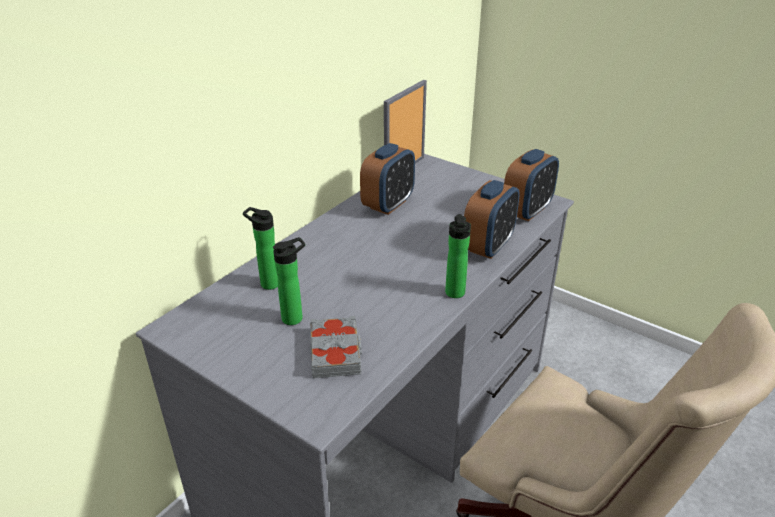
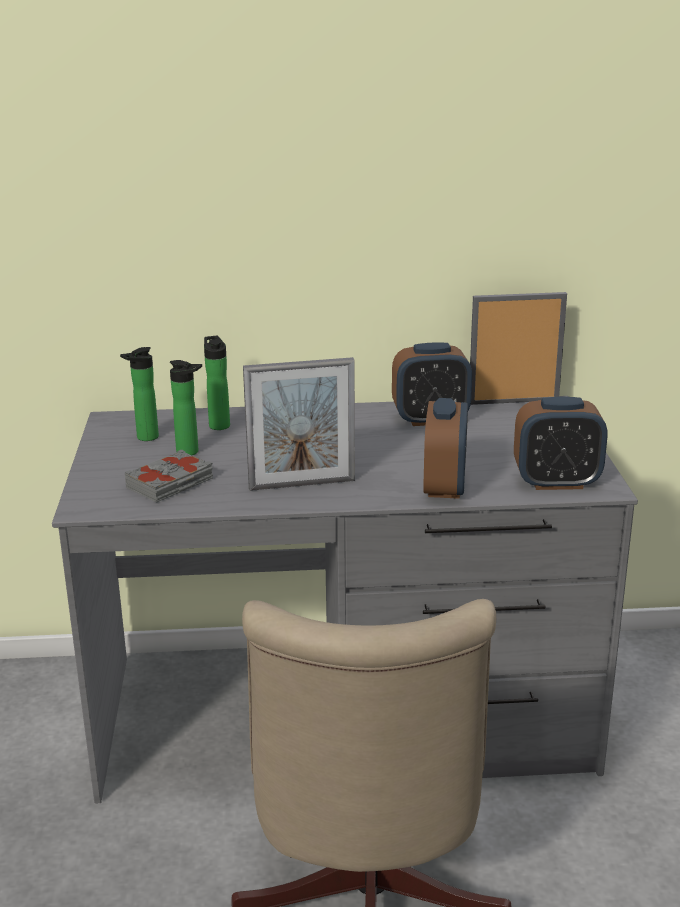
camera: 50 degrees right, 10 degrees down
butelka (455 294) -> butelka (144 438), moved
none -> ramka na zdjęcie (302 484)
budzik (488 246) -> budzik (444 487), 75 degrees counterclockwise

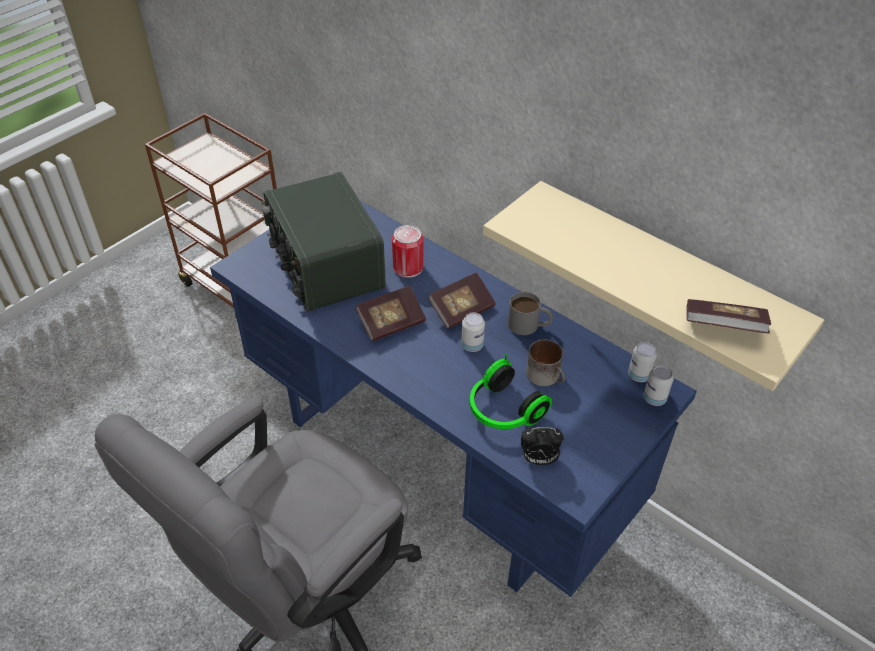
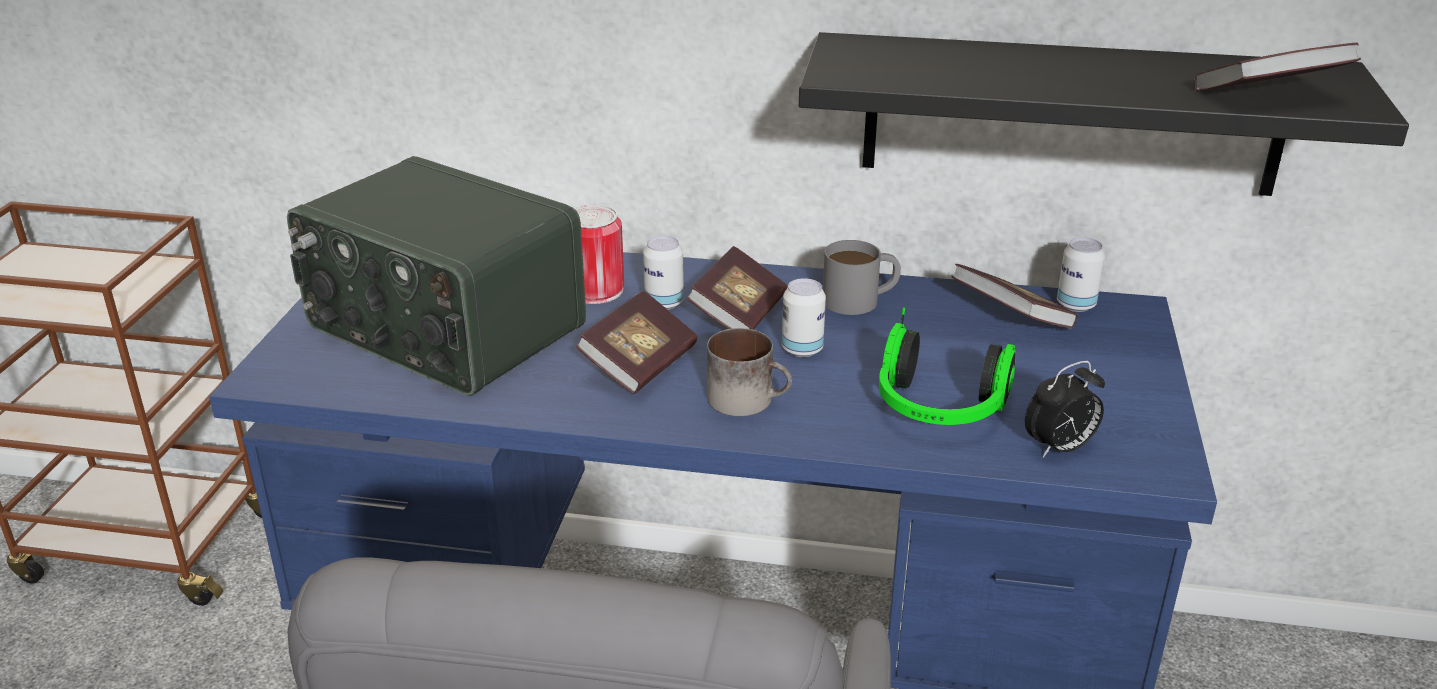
camera: 30 degrees left, 15 degrees down
puszka (654 398) -> puszka (664 303), moved
kubek (547 376) -> kubek (749 399), moved
półka [beżowy] (662 276) -> półka [czarny] (1071 114)
none -> książka (1010 318)

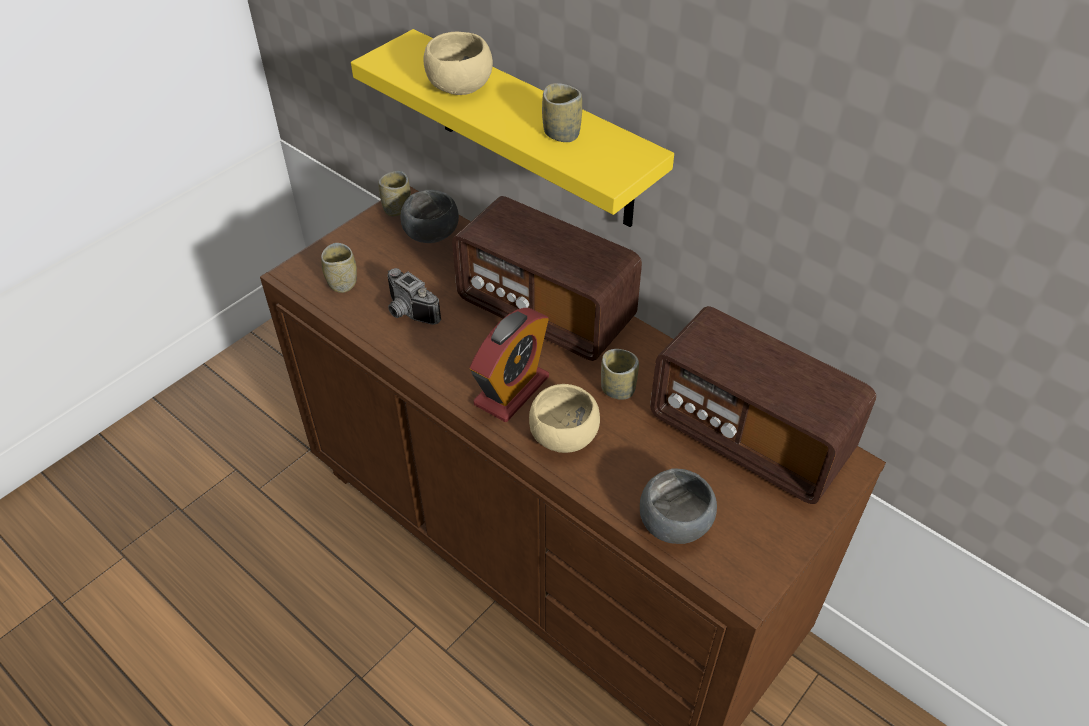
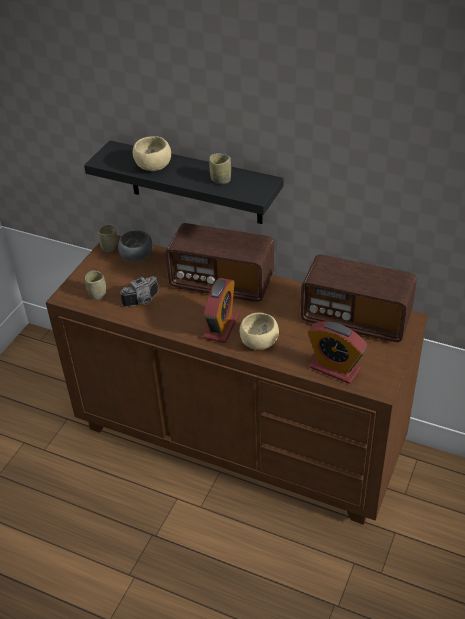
camera: 15 degrees left, 5 degrees down
półka [żółty] (534 131) -> półka [czarny] (195 183)
aparat fotograficzny (407 313) -> aparat fotograficzny (143 301), 60 degrees counterclockwise
miska [szary] (676 523) -> budzik (335 368)
filiżanka (618 389) -> none

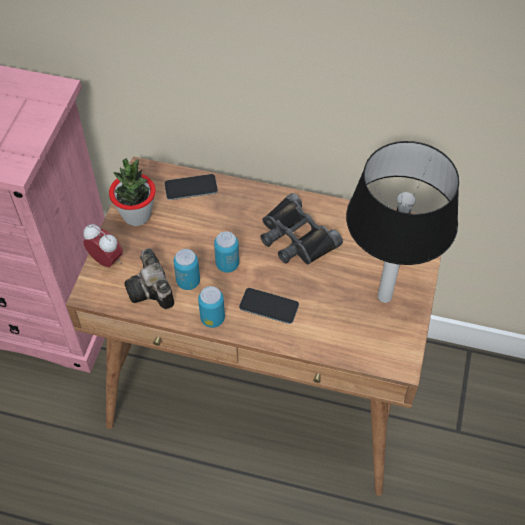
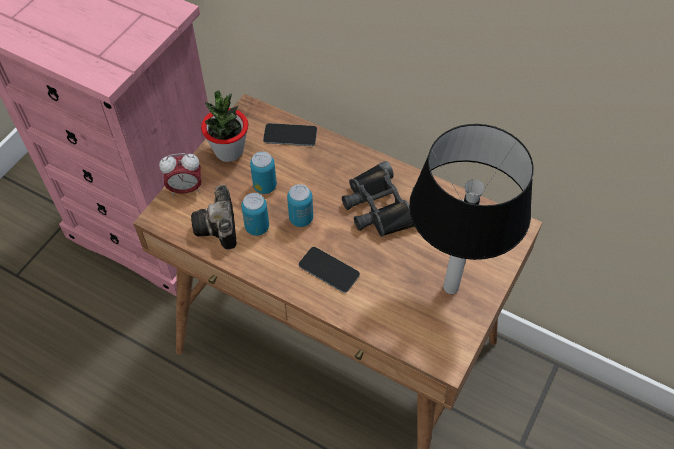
camera: 15 degrees right, 0 degrees up
budzik (106 260) -> budzik (185 189), 120 degrees clockwise
puszka (212 318) -> puszka (265 186), moved

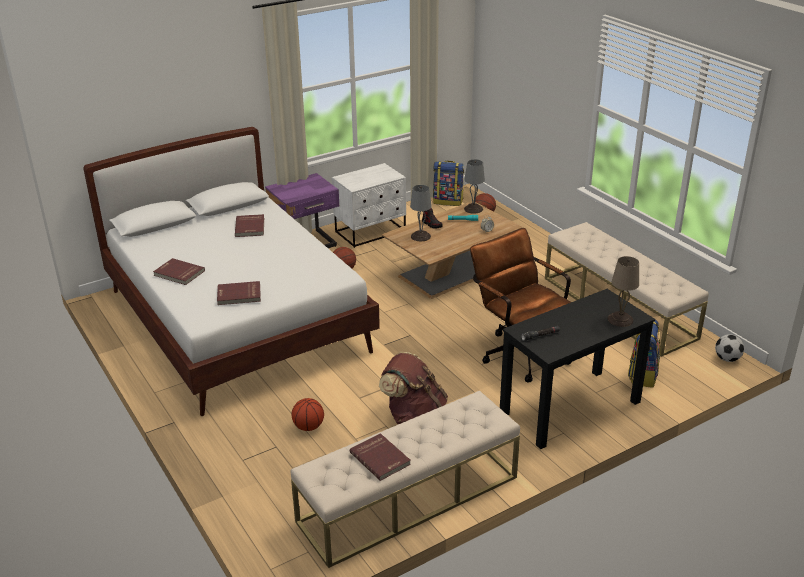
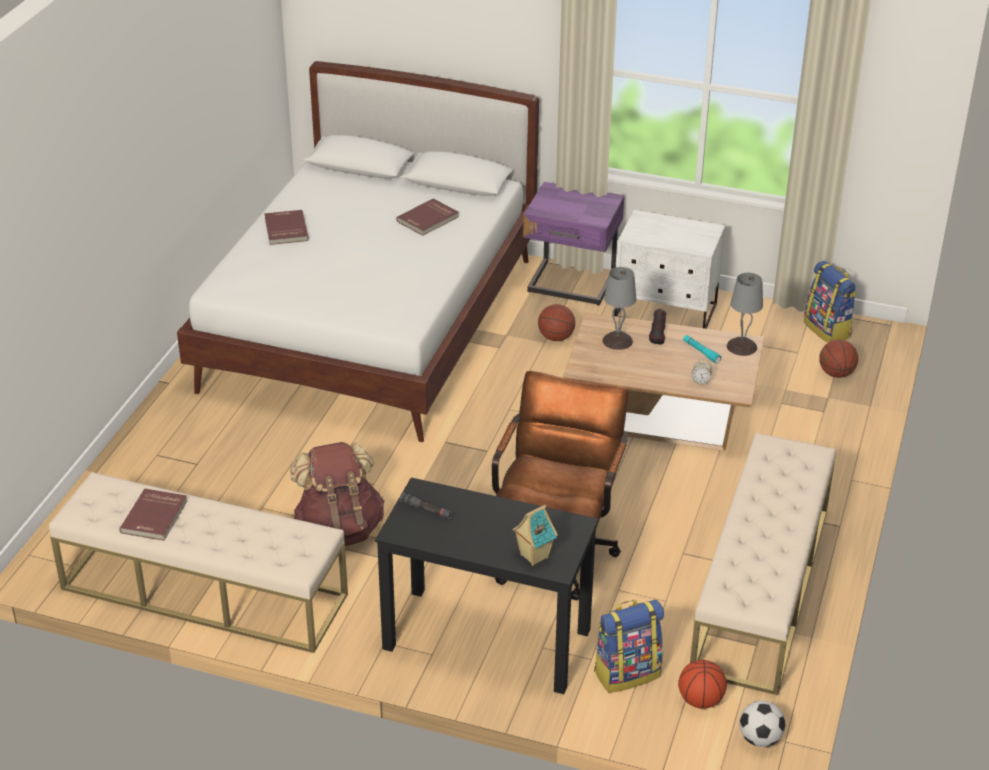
camera: 50 degrees right, 5 degrees up
lampa stołowa [beżowy] (620 320) -> domek (533 556)
piłka do koszykówki (309 427) -> piłka do koszykówki (700 701), moved
książka [czerwony] (239 295) -> none

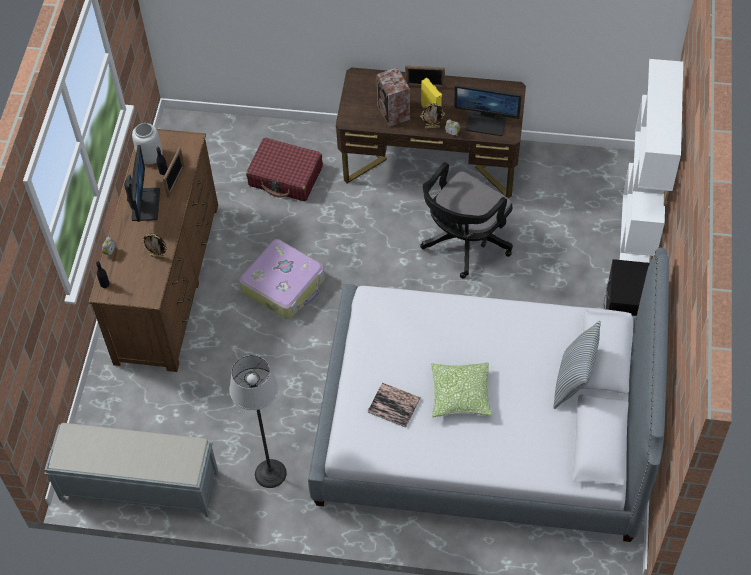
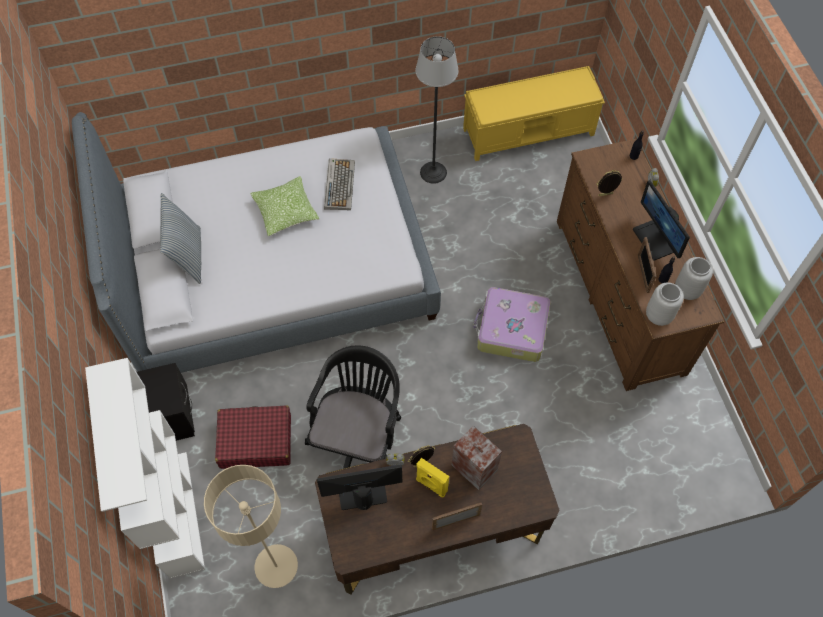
camera: 155 degrees right, 5 degrees up
none -> lampa stojąca [beżowy] (276 566)
walizka [czerwony] (286 176) -> walizka [czerwony] (255 441), moved
książka (394 405) -> klawiatura (339 184)
ławka [szary] (137 485) -> ławka [żółty] (529 131)
none -> wazon [szary] (659 315)

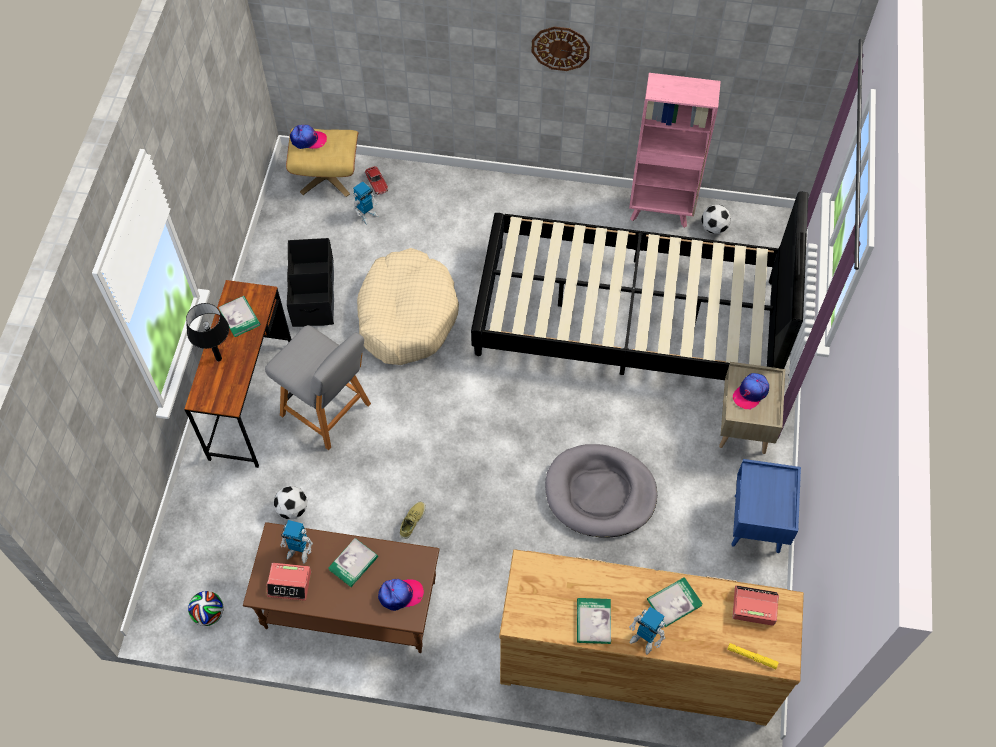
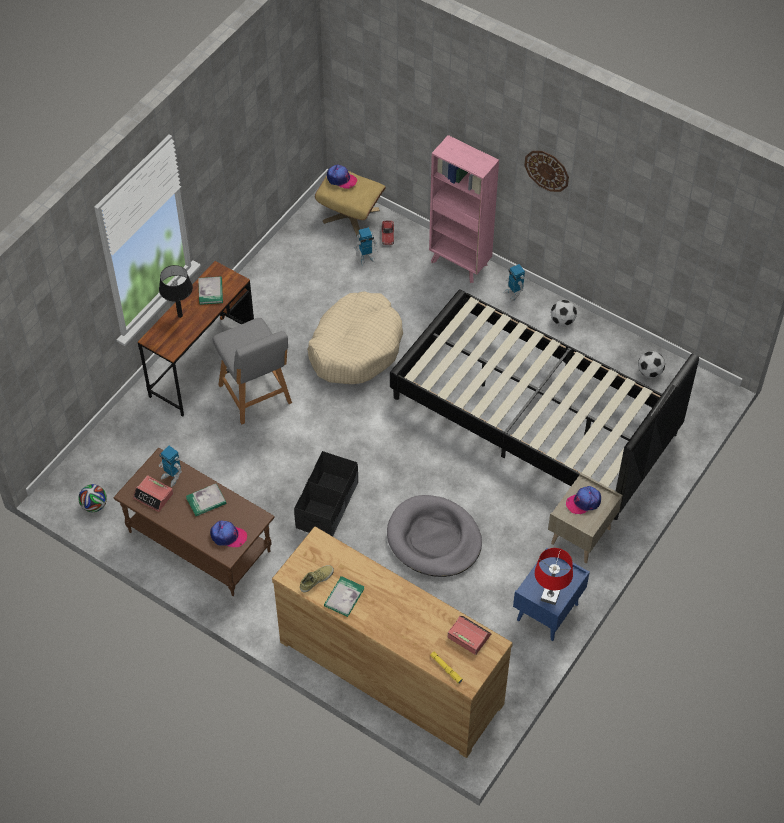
camera: 25 degrees right, 5 degrees down
pojemnik do przechowywania [czarny] (313 293) -> pojemnik do przechowywania [czarny] (327 505), moved
but [beżowy] (412 520) -> but [beżowy] (316 579), moved
regał [różowy] (661 211) -> regał [różowy] (460 263), moved
robot zabawkowy (644 639) -> robot zabawkowy (513 294), moved
none -> lampa stołowa [czerwony] (549 596)
piłka futbolowa (293 509) -> piłka futbolowa (562 321), moved
książka (674 602) -> none

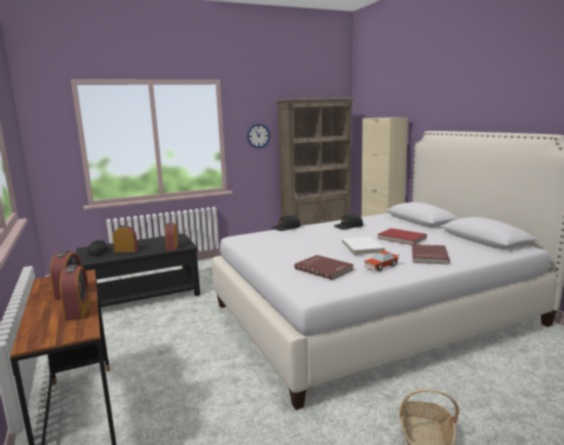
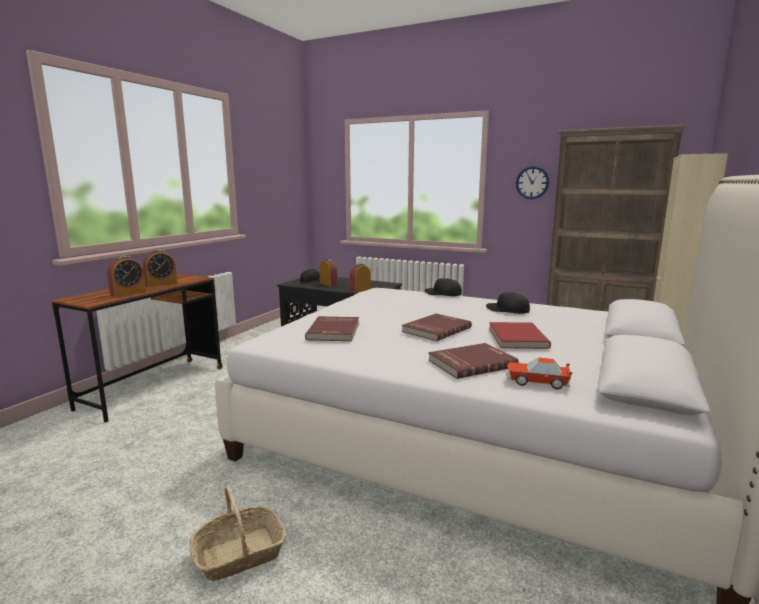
camera: 50 degrees right, 0 degrees up
książka [biały] (361 247) -> książka [czerwony] (435 329)
samochodzik (381 267) -> samochodzik (537 382), moved

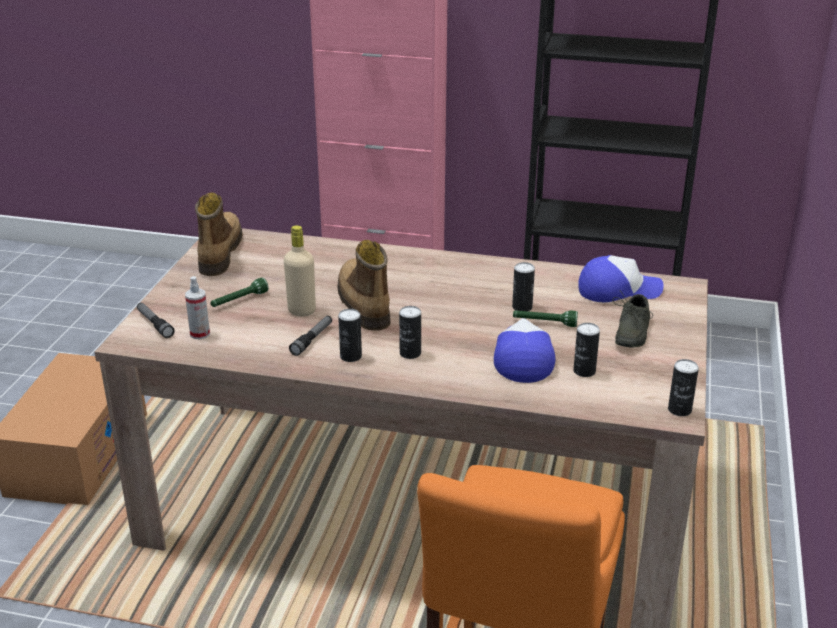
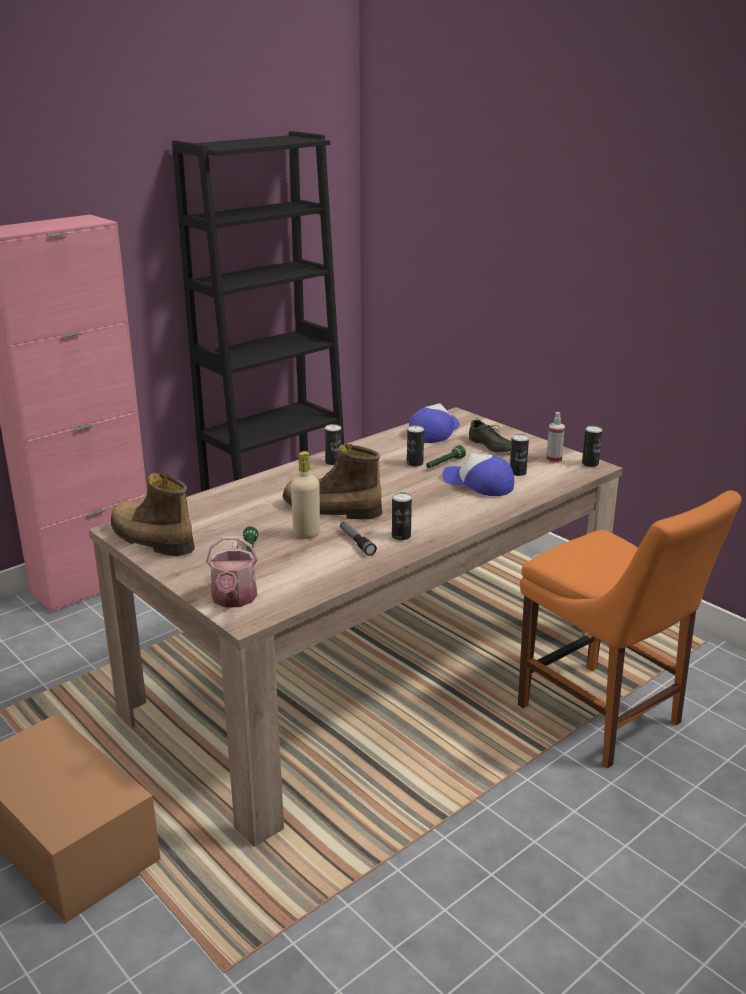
camera: 55 degrees left, 5 degrees down
latarka (155 324) -> konewka (233 599)
puszka (410 353) -> puszka (333 462), moved
spryskiwacz (200 334) -> spryskiwacz (554 460), moved

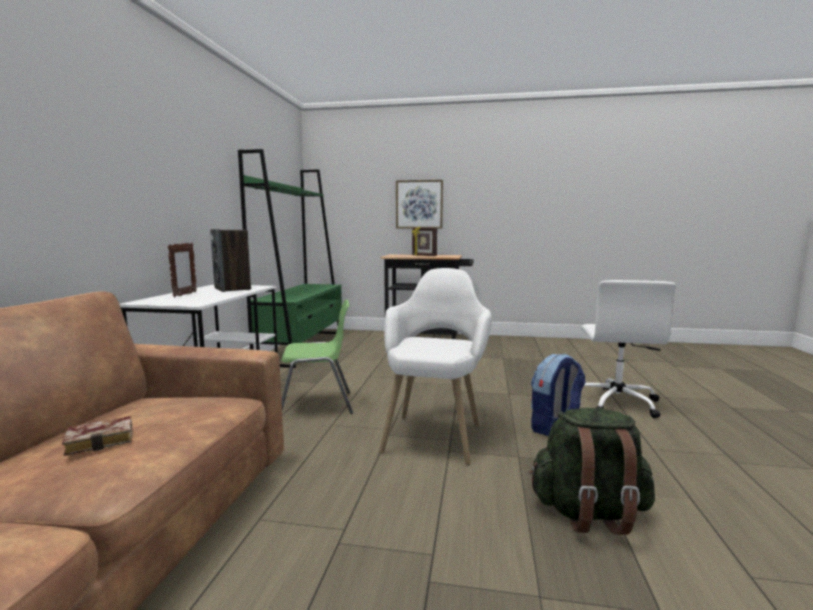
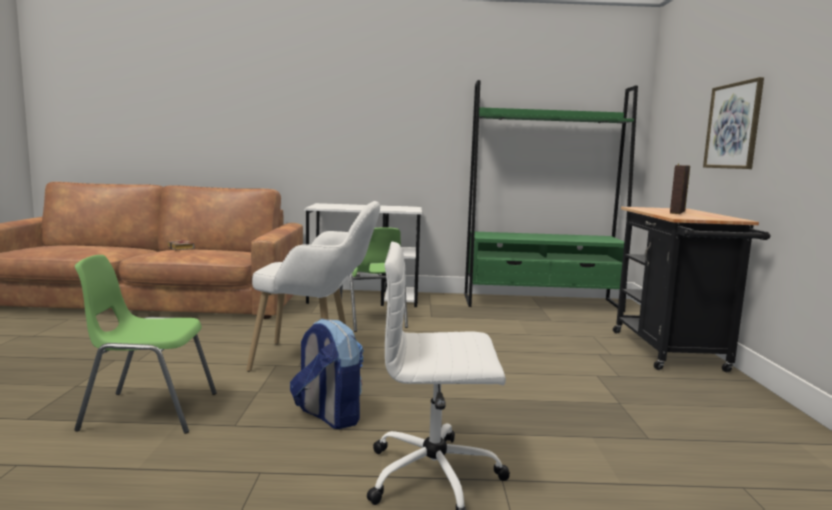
camera: 80 degrees right, 0 degrees up
plecak [zielony] (589 512) -> krzesło [zielony] (148 411)
ramka na zdjęcie (184 294) -> none
głośnik (233 289) -> none

